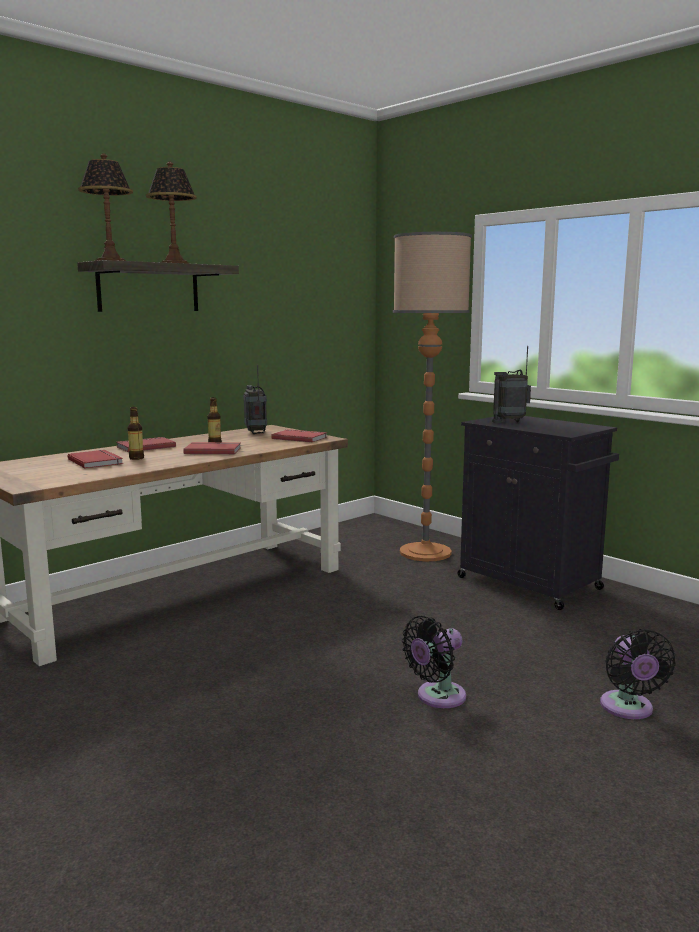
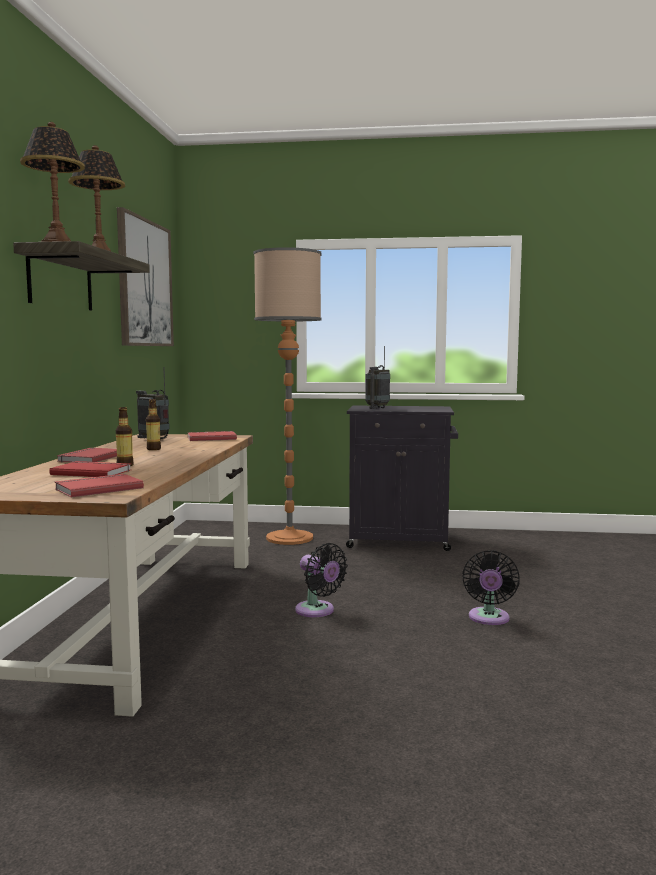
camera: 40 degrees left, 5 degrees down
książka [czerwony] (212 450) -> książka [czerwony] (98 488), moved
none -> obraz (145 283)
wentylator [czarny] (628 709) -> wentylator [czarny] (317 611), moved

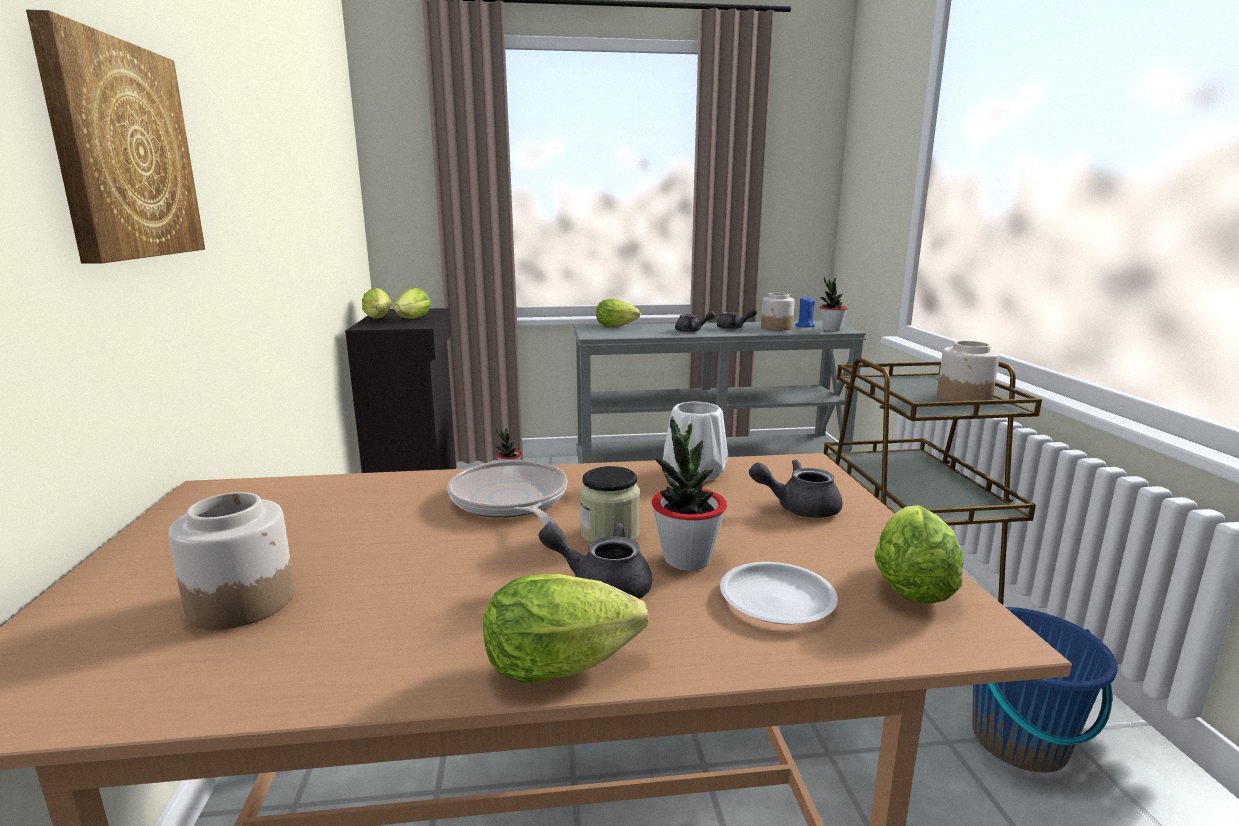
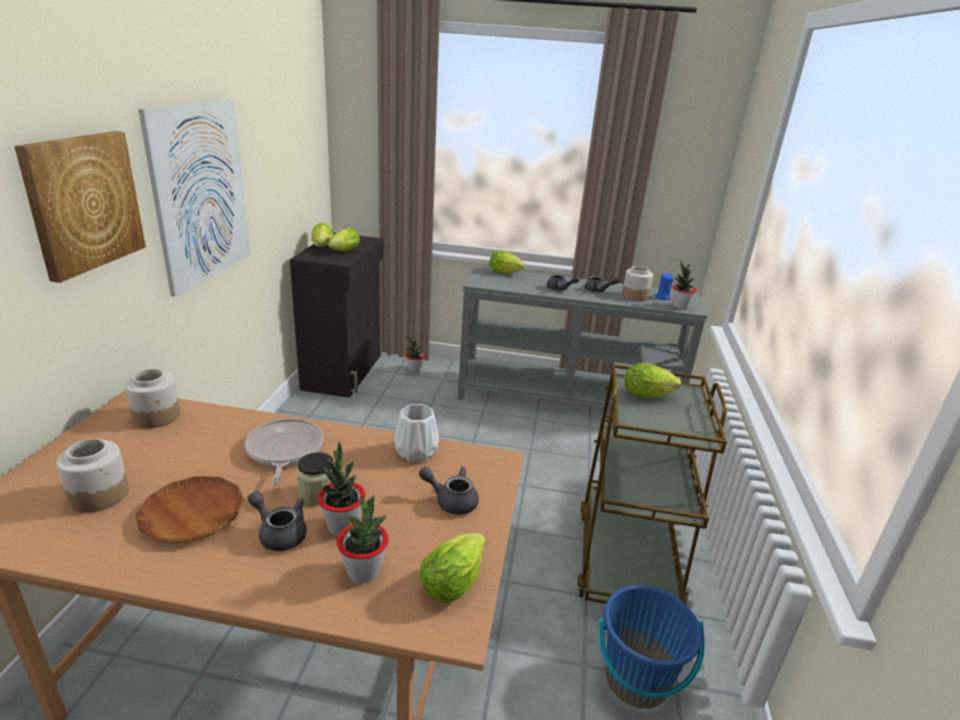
camera: 15 degrees right, 10 degrees up
słoik (964 397) -> słoik (157 416), moved
none -> talerz [brązowy] (192 514)
none -> obraz (201 193)
talerz [biały] (777 600) -> roślina doniczkowa (363 571)
sałata (569 665) -> sałata (649 395), moved

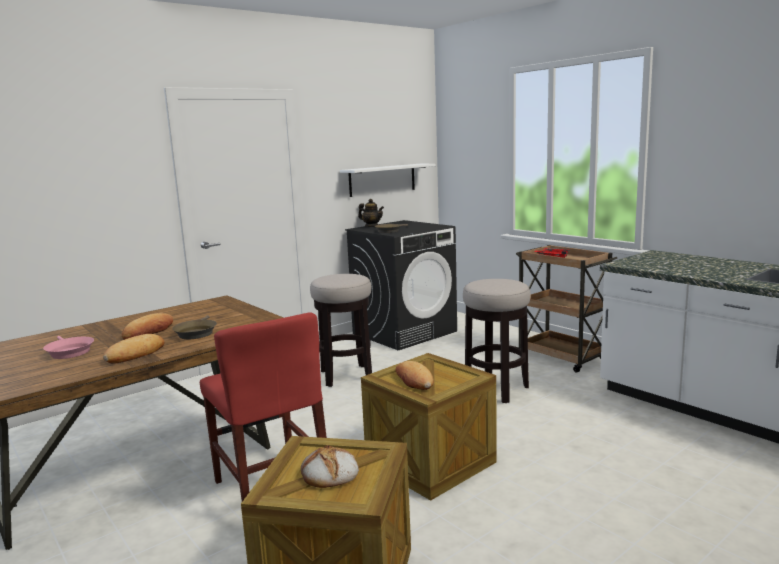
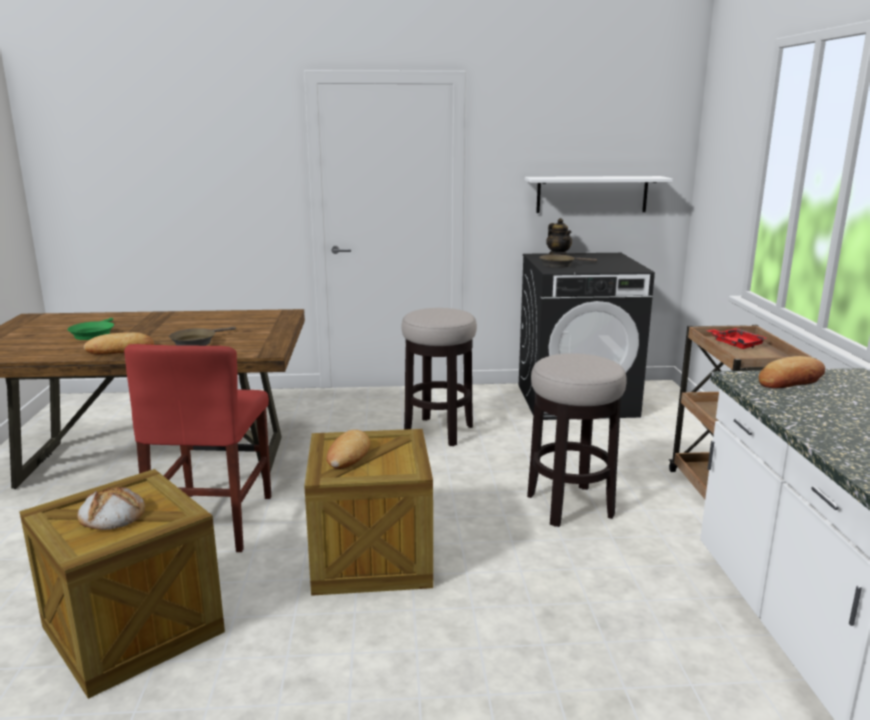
camera: 35 degrees right, 5 degrees up
patelnia [różowy] (69 352) -> patelnia [zielony] (93 334)
chleb (149 332) -> chleb (791 380), moved

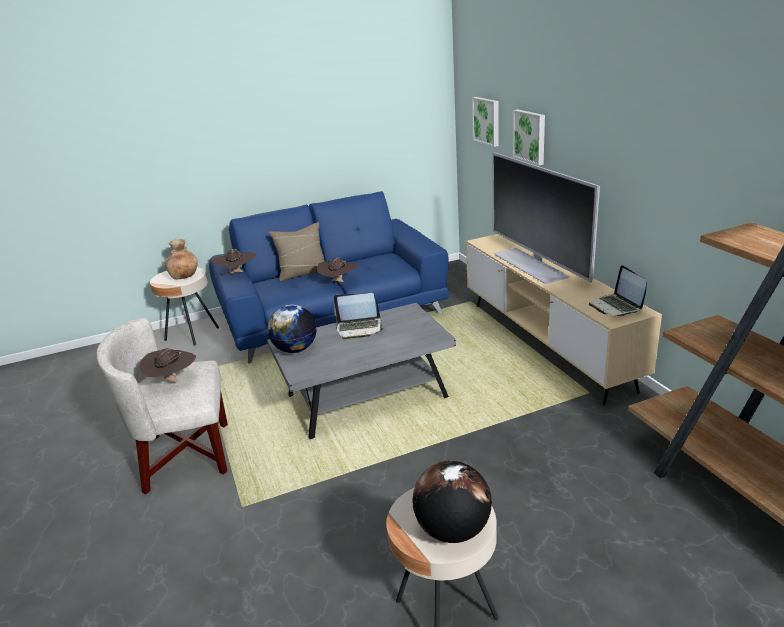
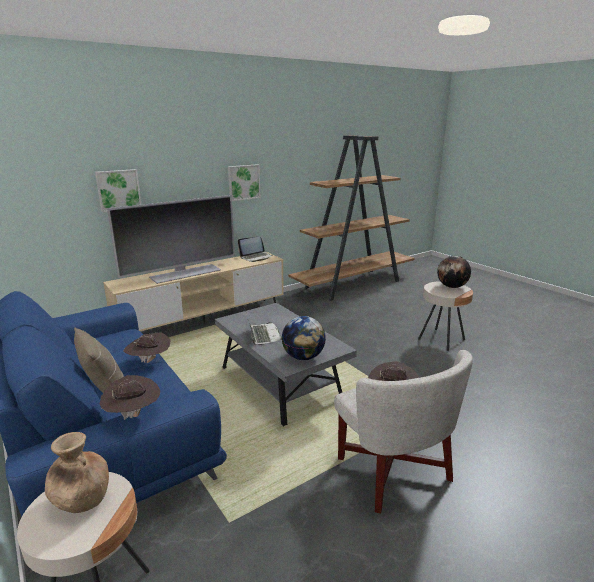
camera: 105 degrees left, 5 degrees down
obraz (487 121) -> obraz (243 182), moved

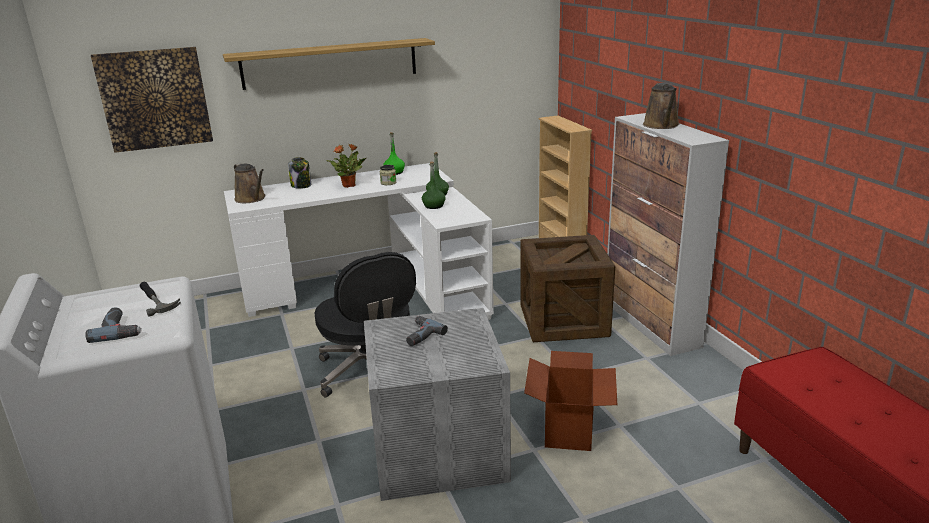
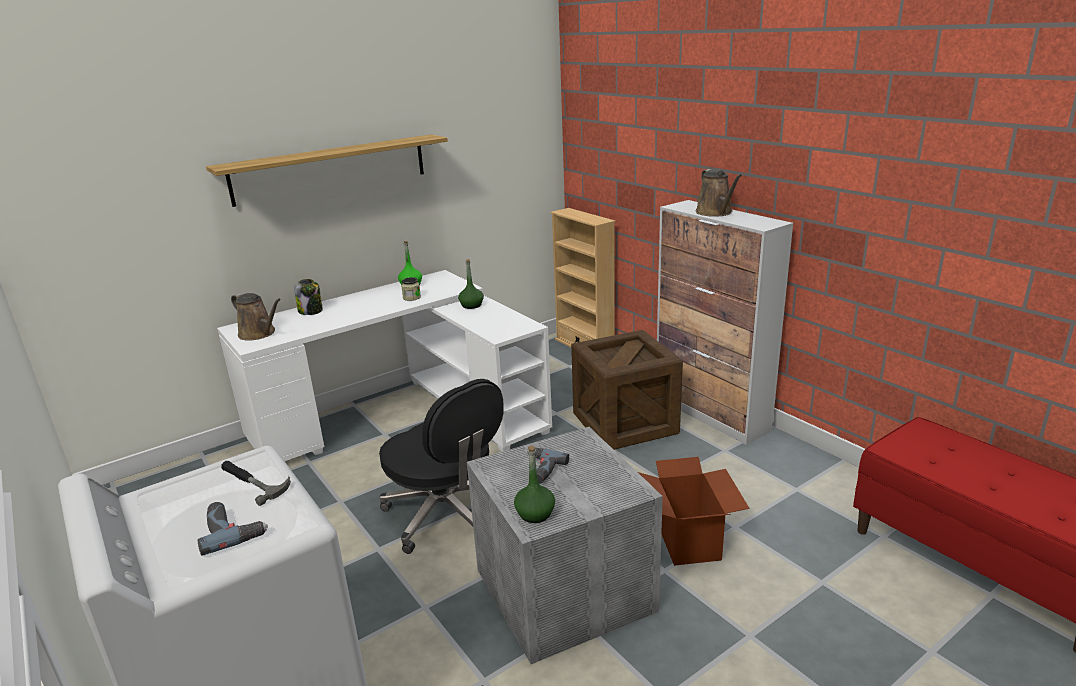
camera: 15 degrees left, 0 degrees up
butelka [zielony] (434 206) -> butelka [zielony] (535 513), moved
obraz (154 99) -> none
roślina doniczkowa (349 185) -> none

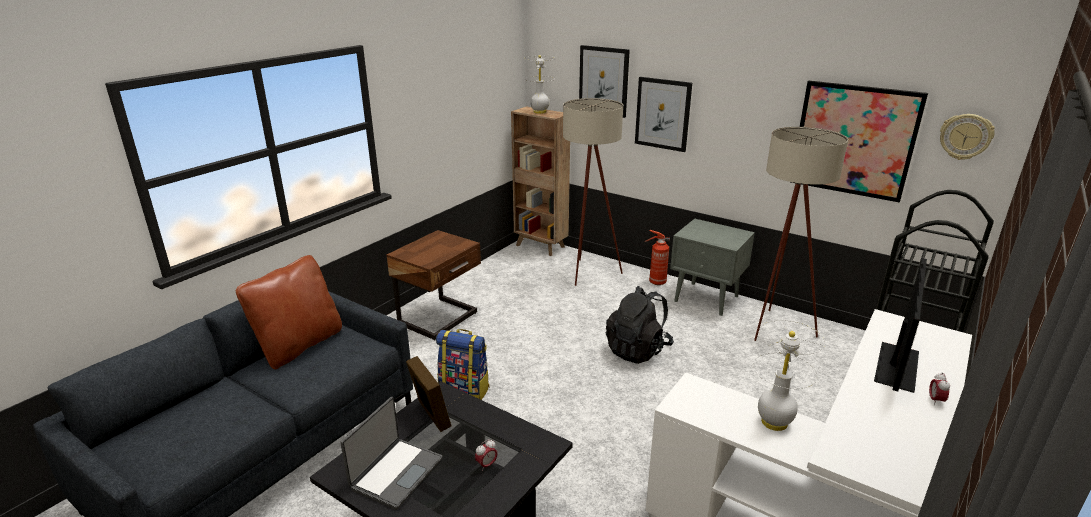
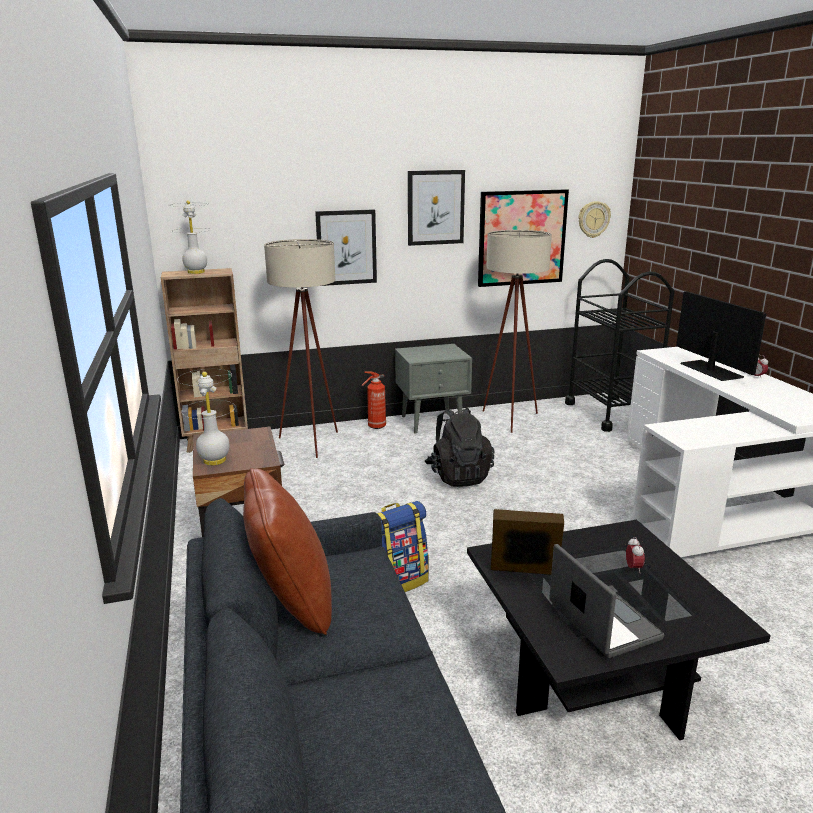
camera: 50 degrees left, 5 degrees down
lampa stołowa [biały] (774 422) -> lampa stołowa [biały] (215 460), moved
obraz (604 81) -> obraz (435 207), moved

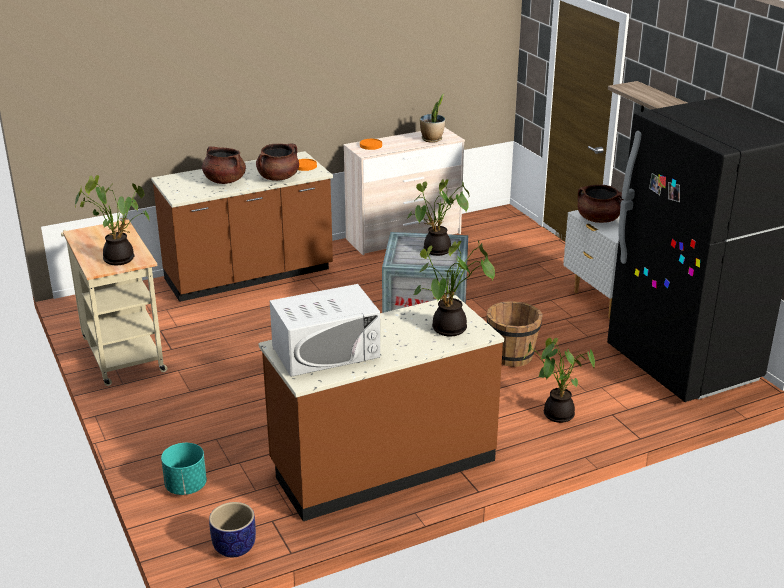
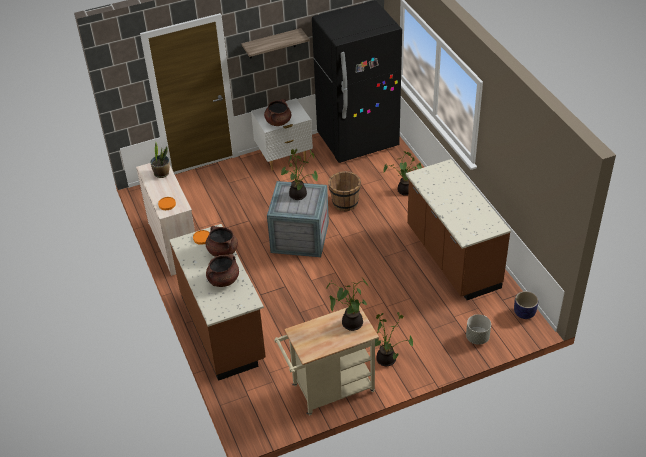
camera: 85 degrees left, 15 degrees up
roślina doniczkowa (449 330) -> roślina doniczkowa (388 359), moved
donica [turkusowy] (185 486) -> donica [szary] (477 338)
mikrofalówka [biały] (326 351) -> none

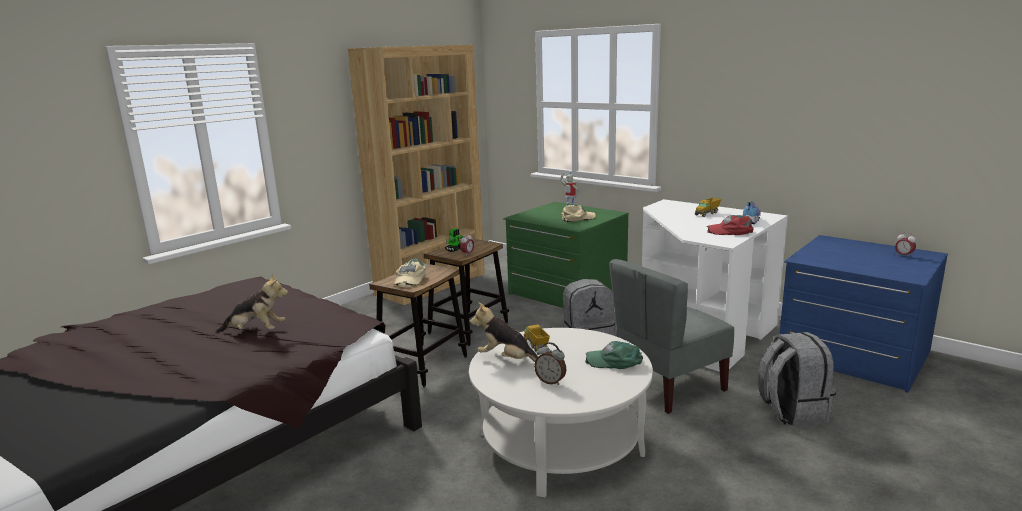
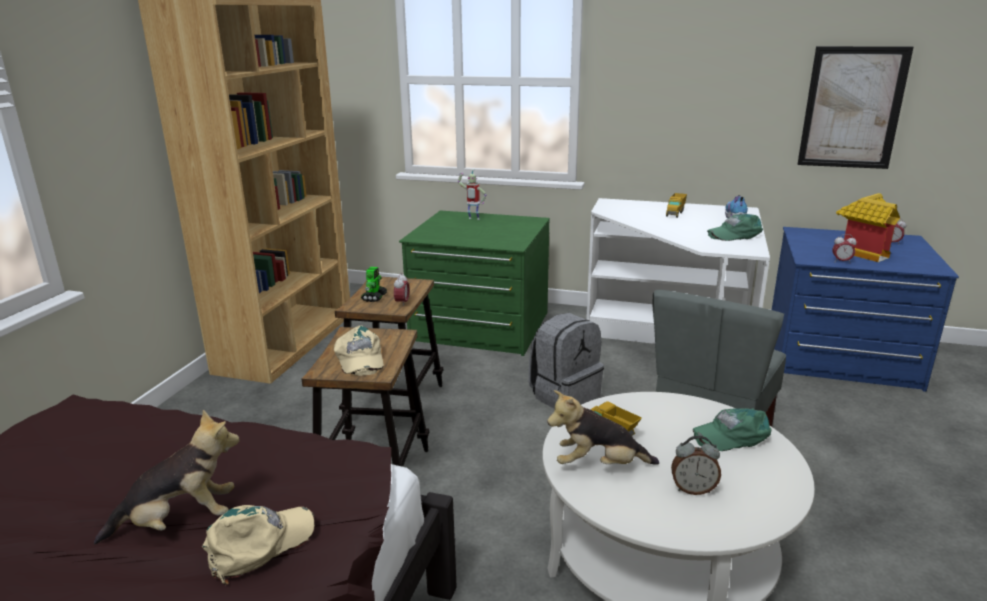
camera: 25 degrees left, 5 degrees up
czapka z daszkiem [beżowy] (577 218) -> czapka z daszkiem [beżowy] (259 544), moved
czapka z daszkiem [czerwony] (731 231) -> czapka z daszkiem [zielony] (735 234)
none -> obraz (852 108)
none -> budzik (841 261)
none -> domek (860 251)
plecak [szary] (791 411) -> none

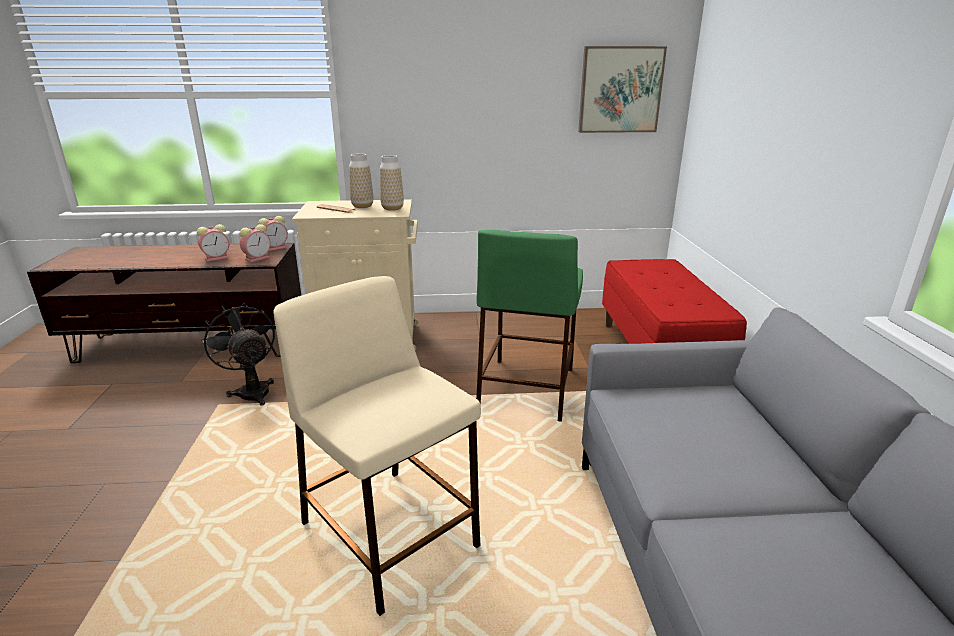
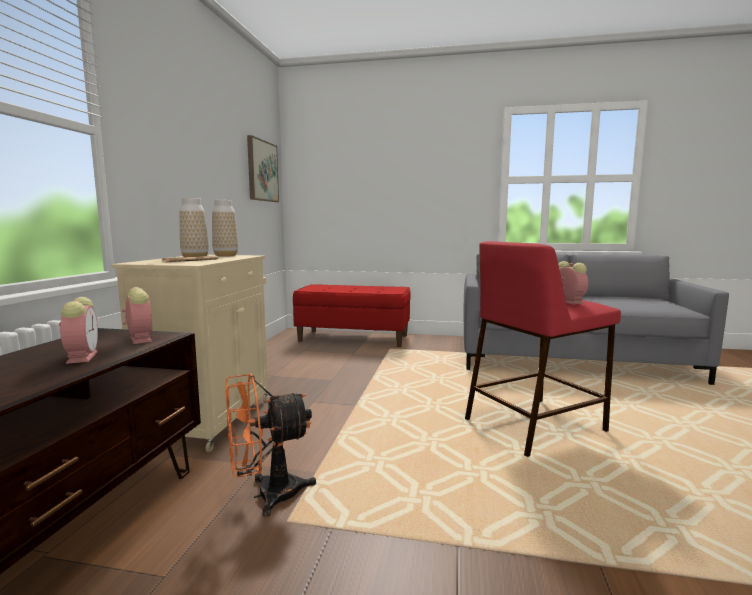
camera: 75 degrees left, 15 degrees down
wentylator [czarny] (252 390) -> wentylator [pomarańczowy] (267 495)
stołek [beżowy] (391 536) -> stołek [czerwony] (535 425)
budzik (276 248) -> budzik (567 301), moved
stołek [zielony] (526 388) -> none

